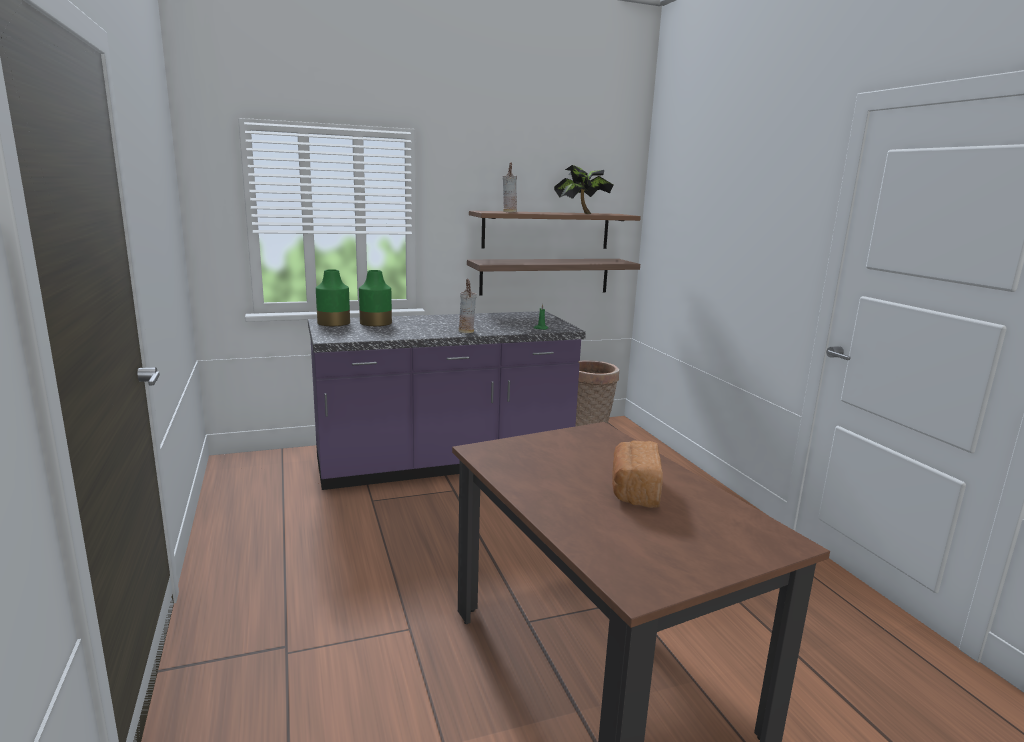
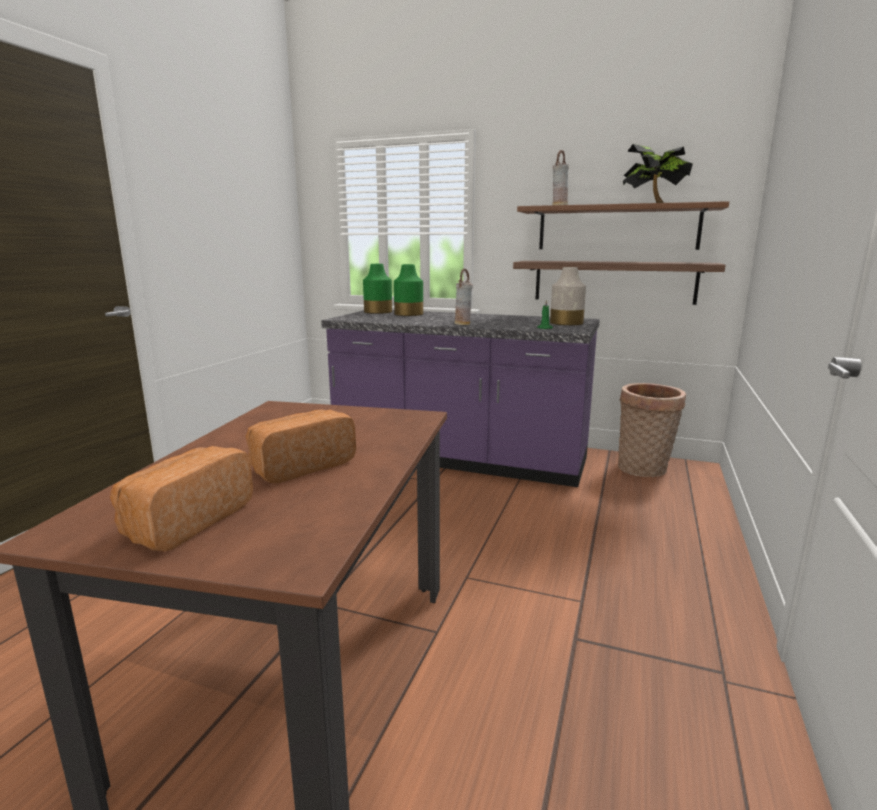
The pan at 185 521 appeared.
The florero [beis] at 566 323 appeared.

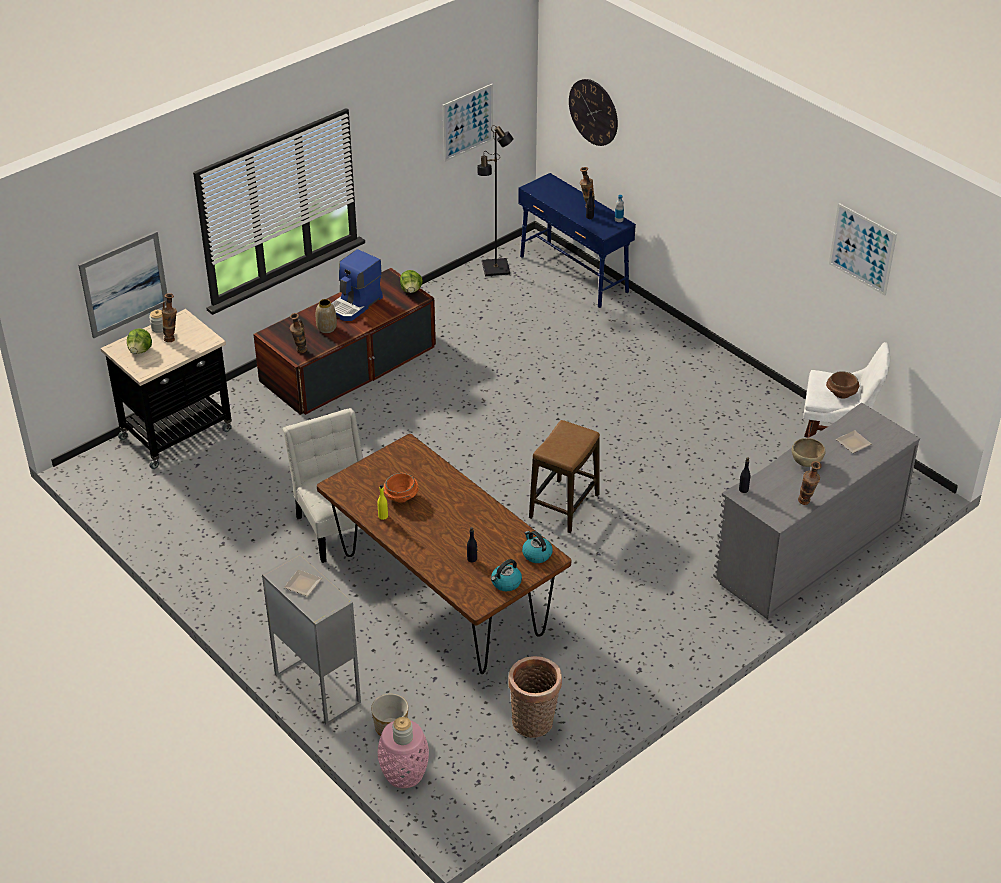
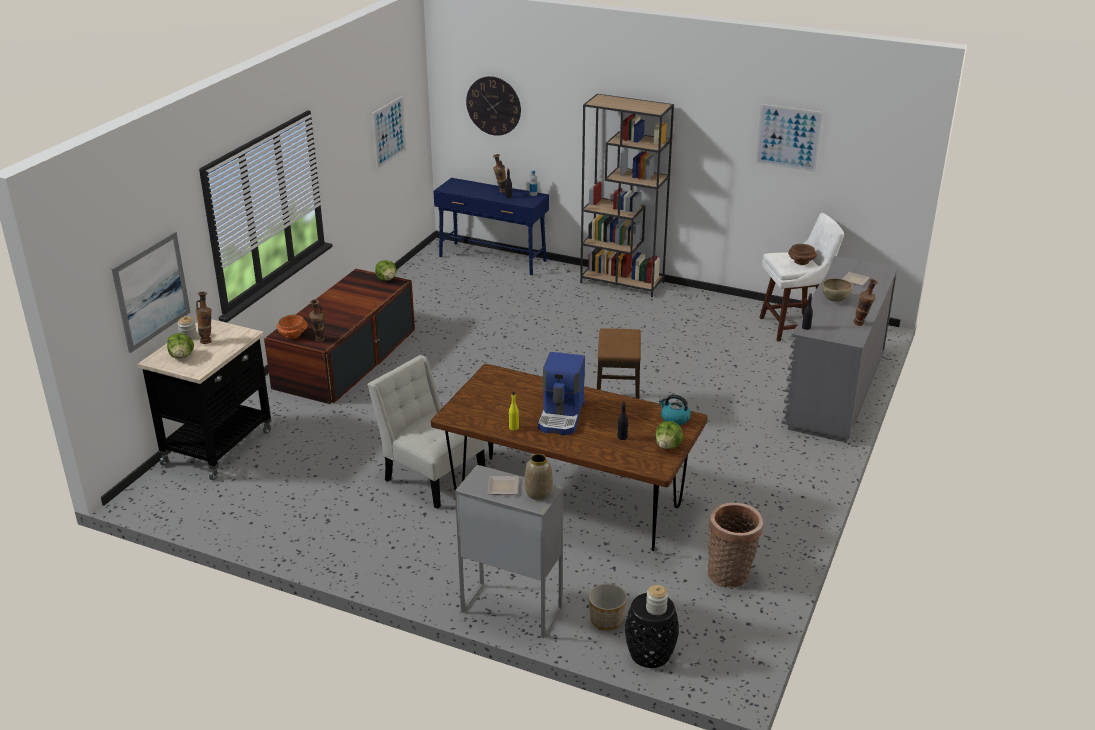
The florero moved from 326 328 to 538 494.
The cafetera moved from 355 305 to 562 416.
The taburete [rosa] at 404 773 became the taburete [negro] at 650 654.
The cuenco [naranja] moved from 401 497 to 293 335.
The lámpara de pie [negro] at 495 268 disappeared.
The hervidor at 506 583 was replaced by the lechuga at 668 446.
The estantería at 622 282 appeared.

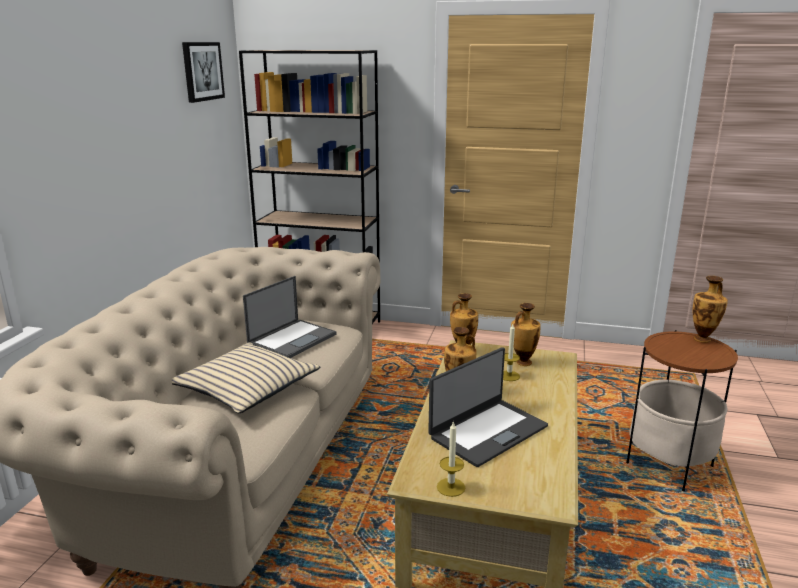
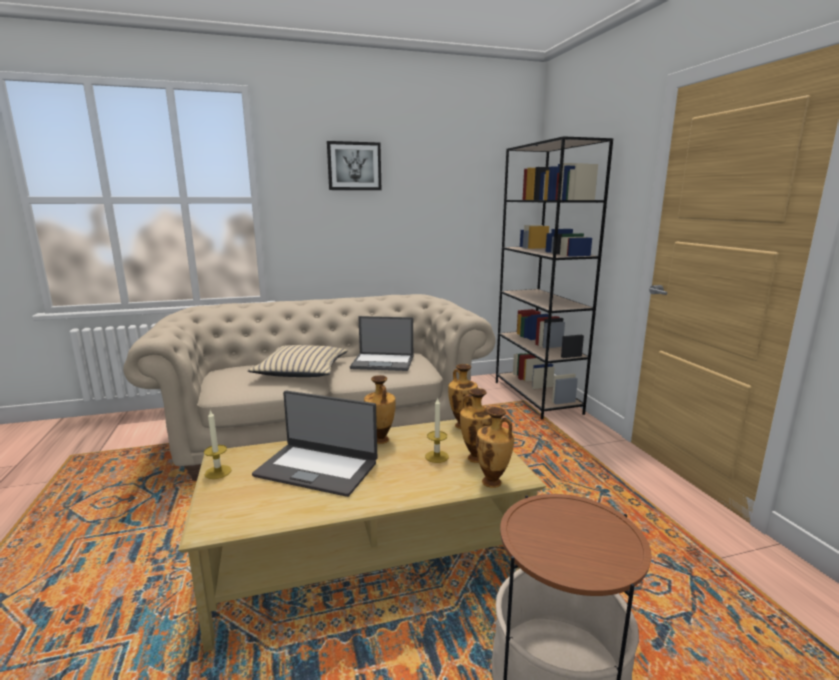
The cuadro moved from 202 71 to 354 166.
The florero moved from 703 339 to 493 483.

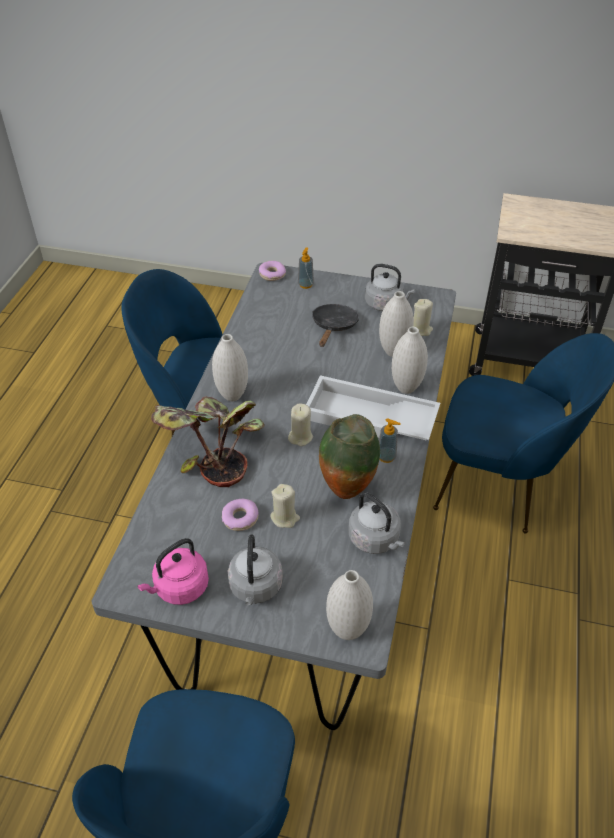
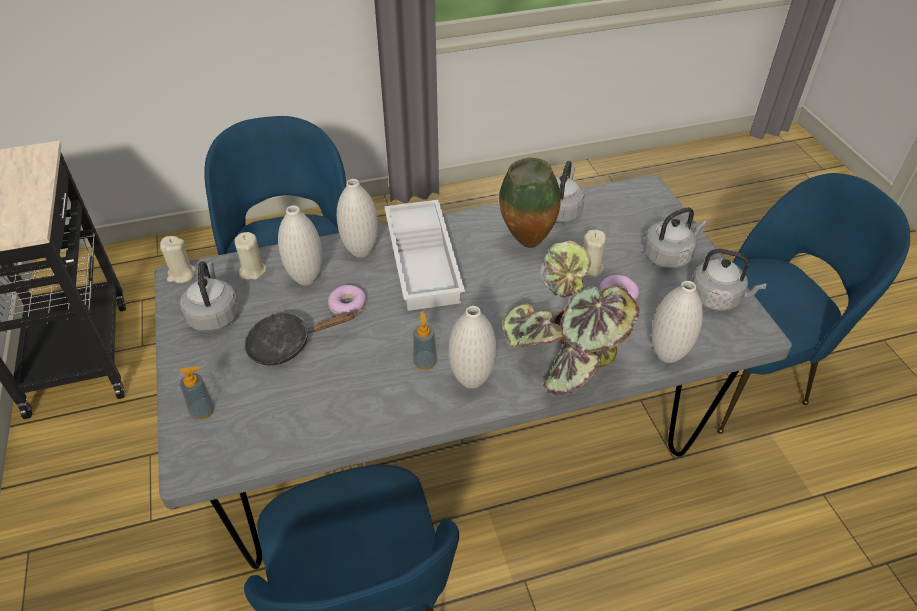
The hervidor [rosa] at 179 588 became the hervidor [gris] at 717 298.
The rosquilla moved from 272 275 to 348 305.
The vela [beis] moved from 300 437 to 181 274.
The florero [blanco] moved from 347 630 to 667 355.
The dispensador de jabón moved from 386 456 to 425 362.

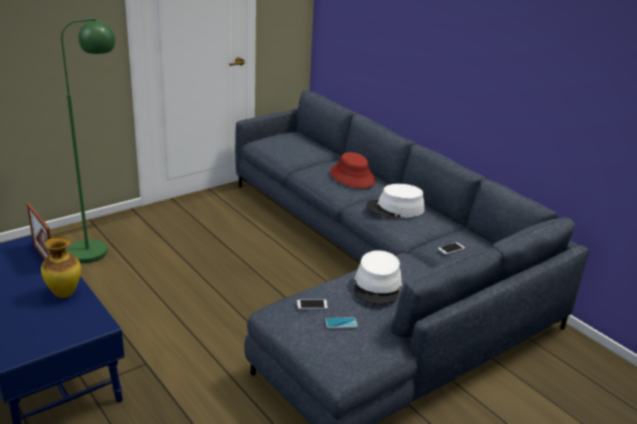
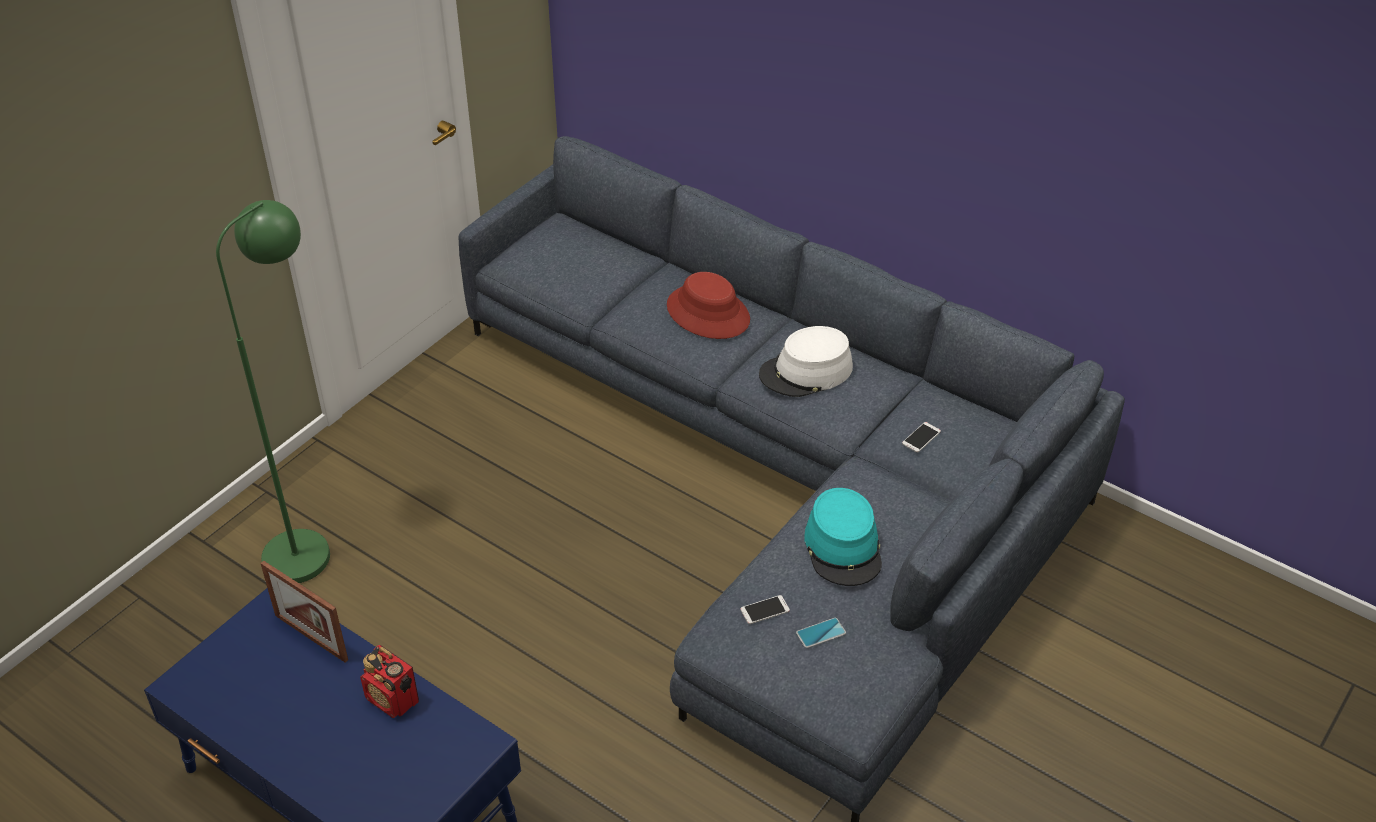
The florero at 65 294 was replaced by the radio at 393 700.
The sombrero [blanco] at 377 286 became the sombrero [turquesa] at 843 547.

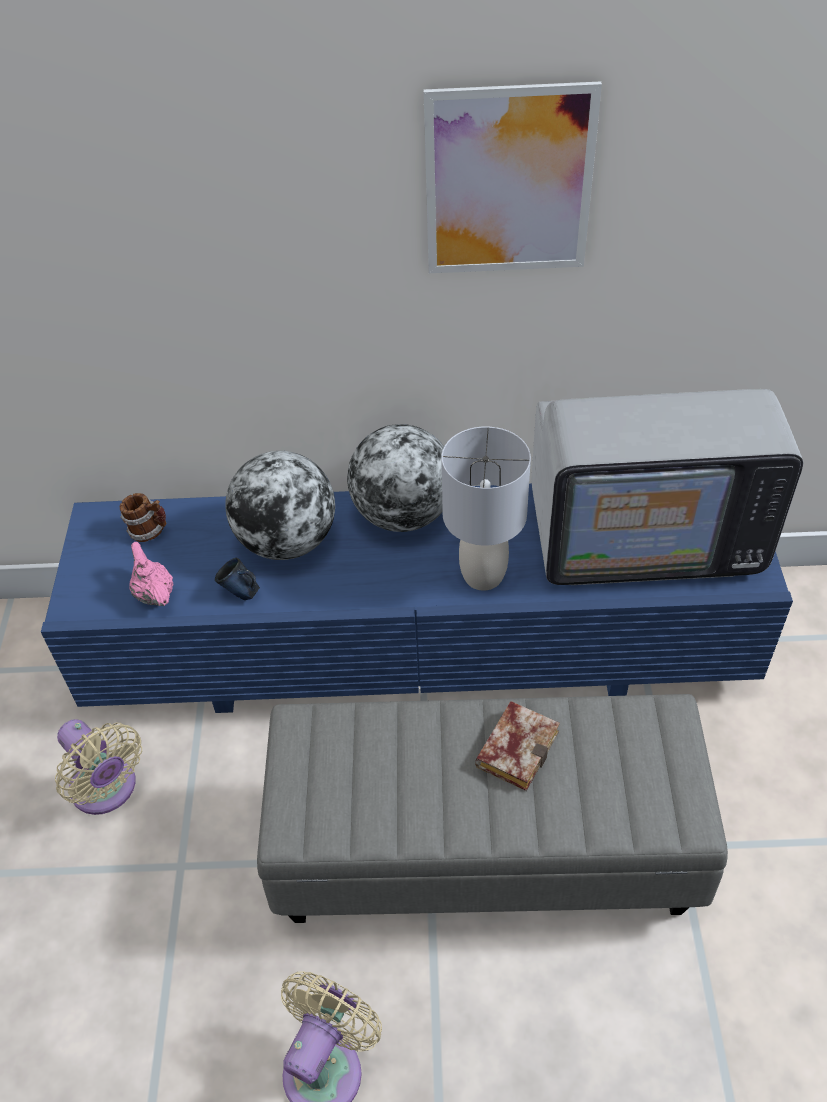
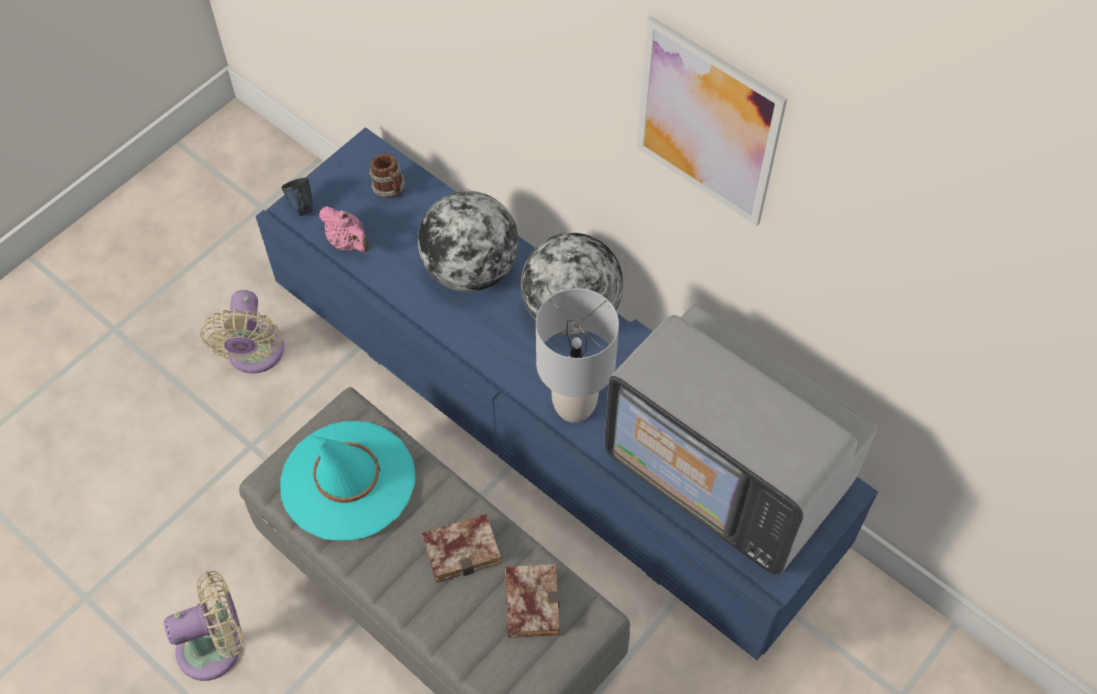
The tetera [rosa] at 154 594 turned 120 degrees clockwise.
The taza grande [azul] moved from 241 594 to 302 207.
The sombrero [turquesa] at 348 480 appeared.
The libro at 529 601 appeared.

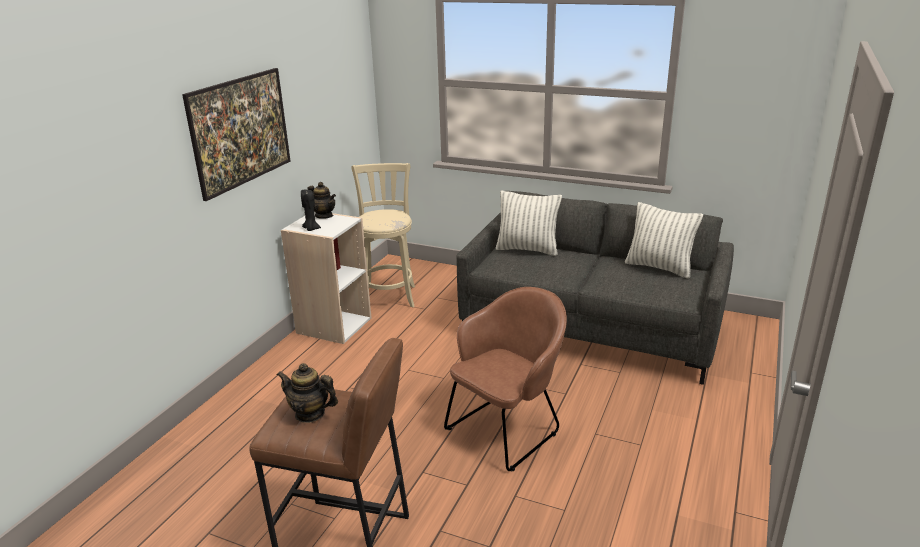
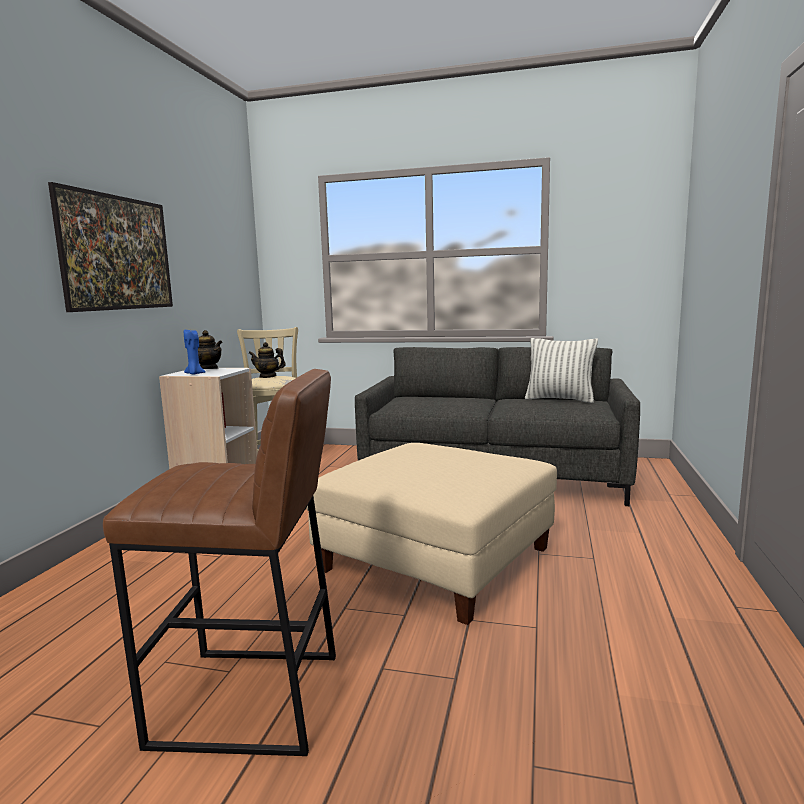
The tetera moved from 310 413 to 268 376.
The vela [negro] at 311 229 became the vela [azul] at 194 374.
The sillón [marrón] at 507 429 was replaced by the puf [beis] at 437 558.
The cojín at 527 249 disappeared.

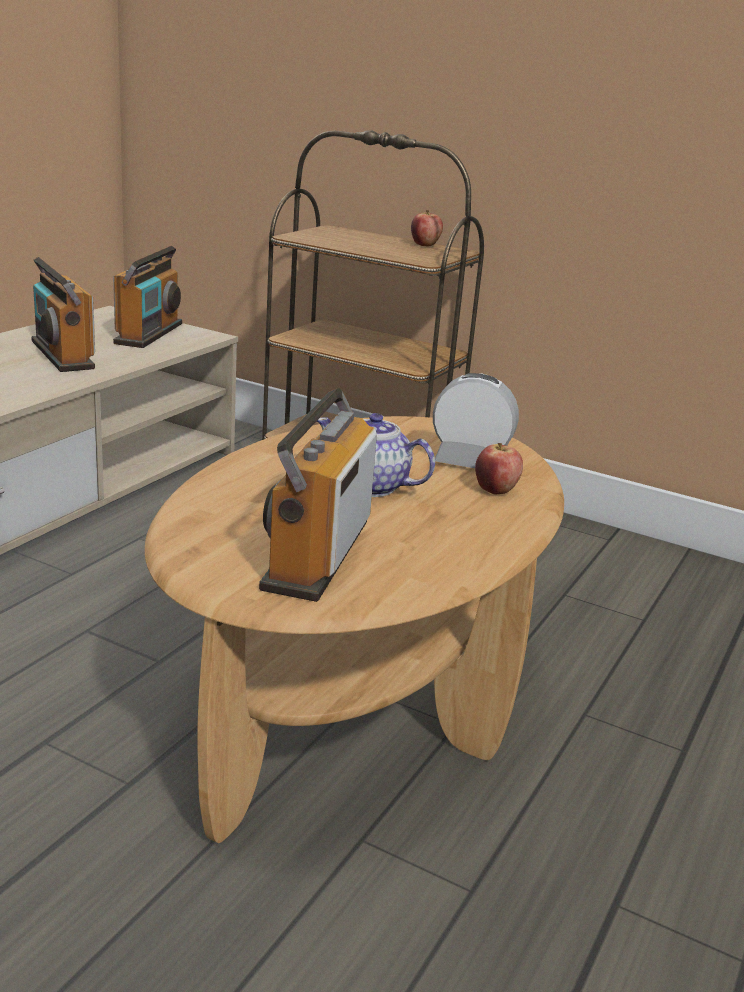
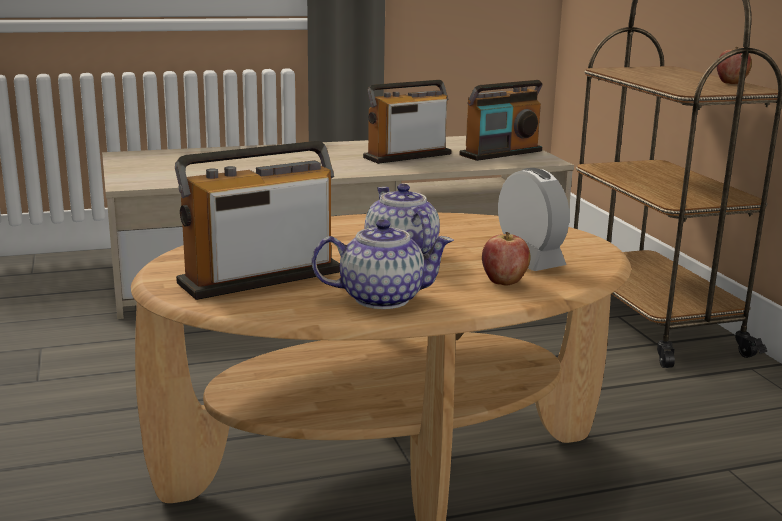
The radio at 62 355 turned 45 degrees clockwise.
The tetera at 380 298 appeared.

